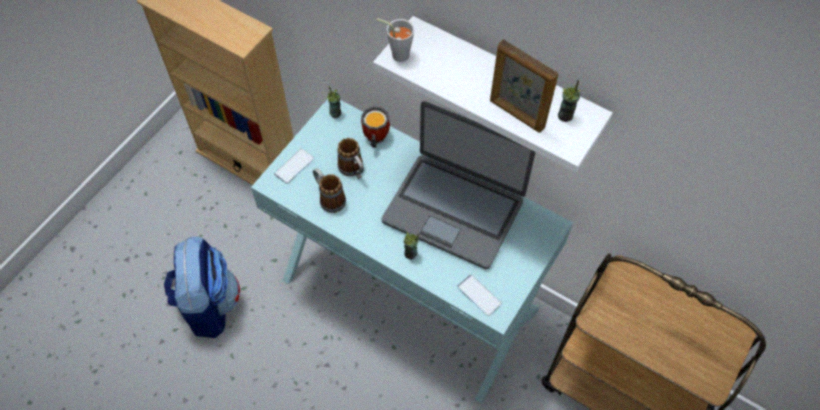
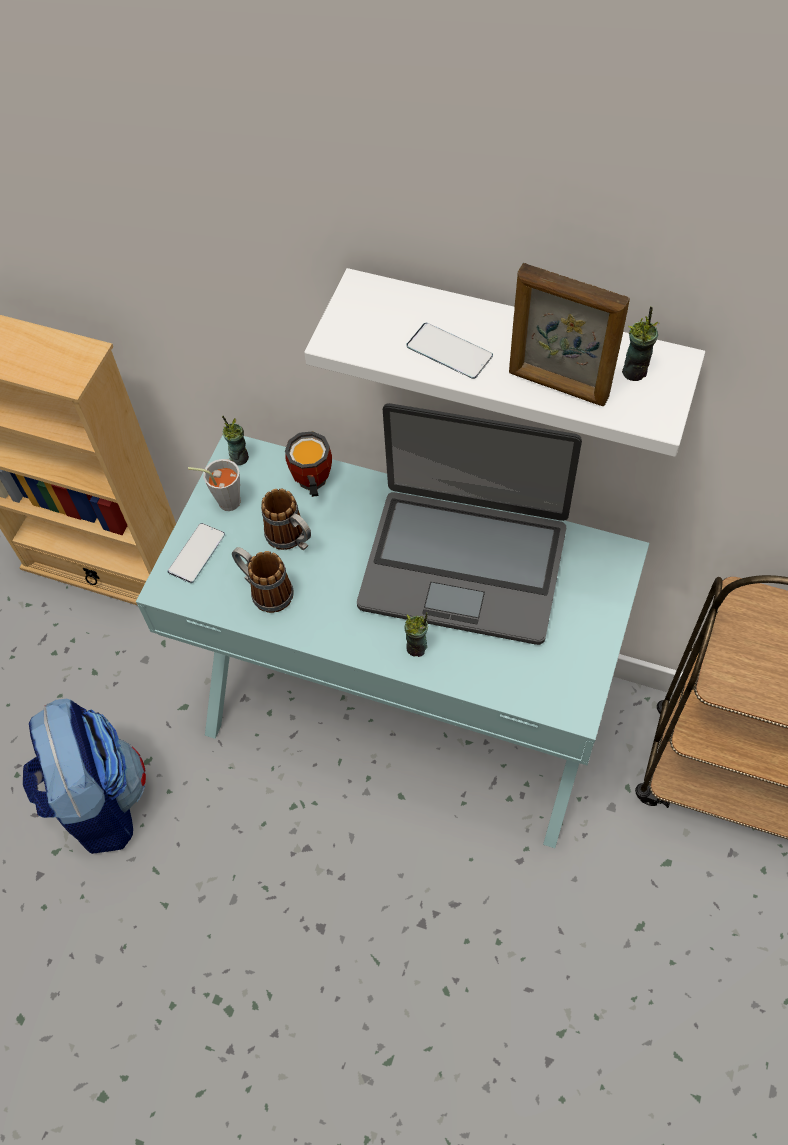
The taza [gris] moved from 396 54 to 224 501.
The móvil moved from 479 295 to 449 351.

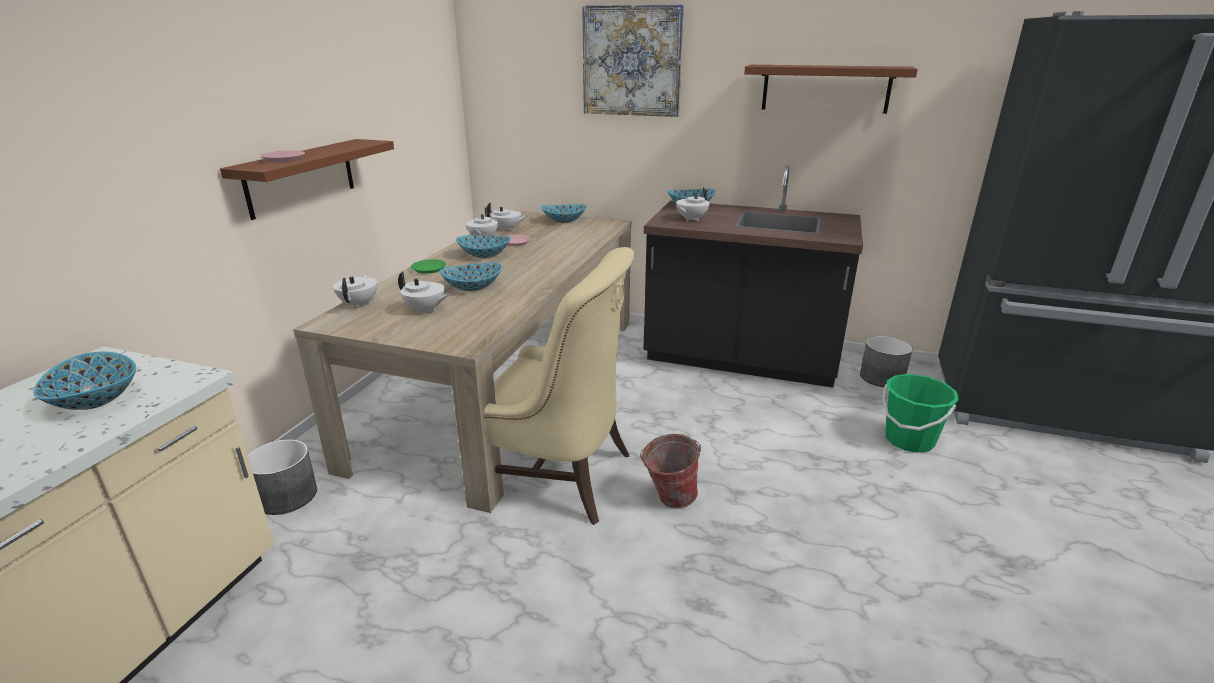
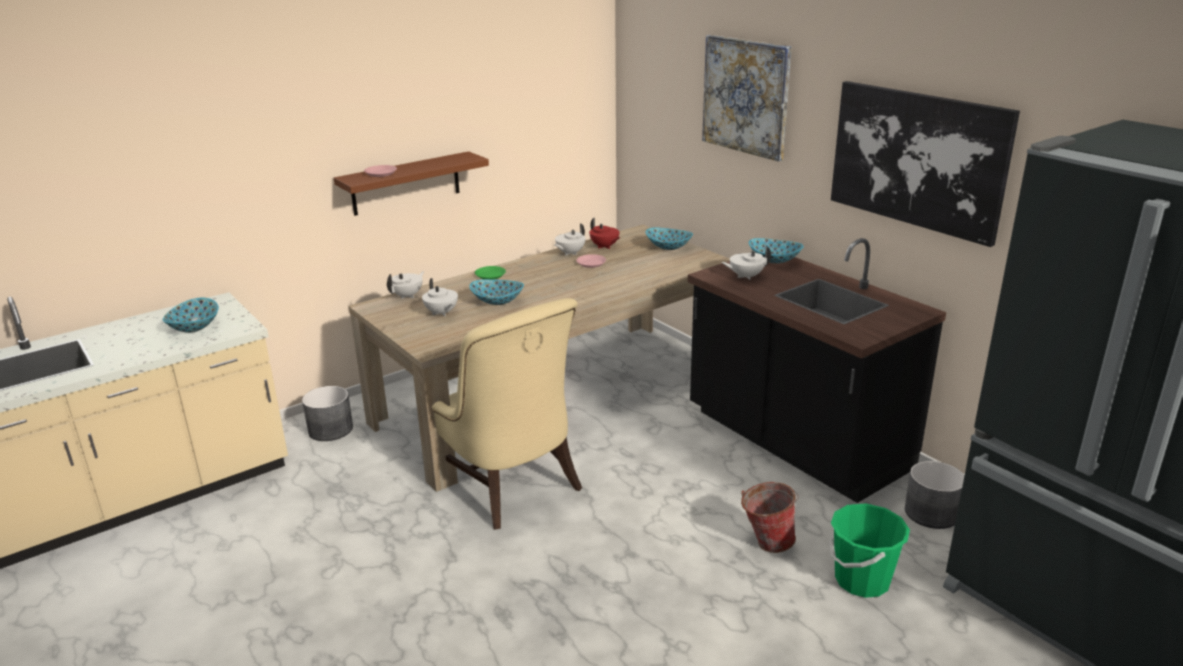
The cuenco at 485 255 disappeared.
The tetera [blanco] at 507 229 became the tetera [rojo] at 604 247.
The cubo moved from 668 499 to 766 542.
The estante [marrón] at 825 88 was replaced by the cuadro at 917 159.

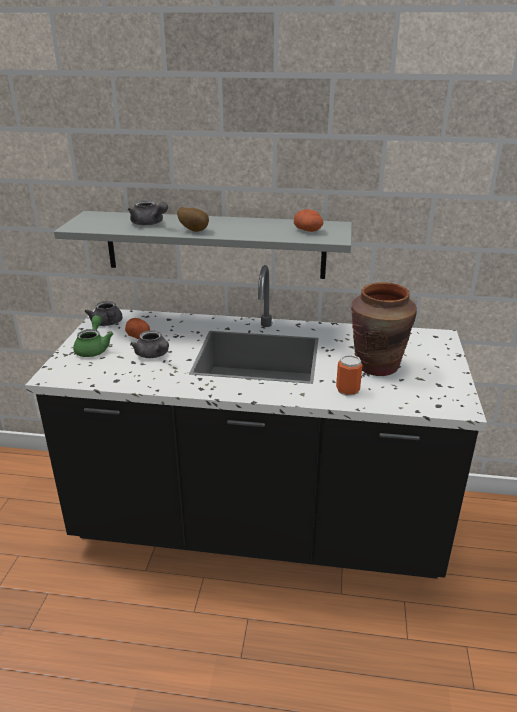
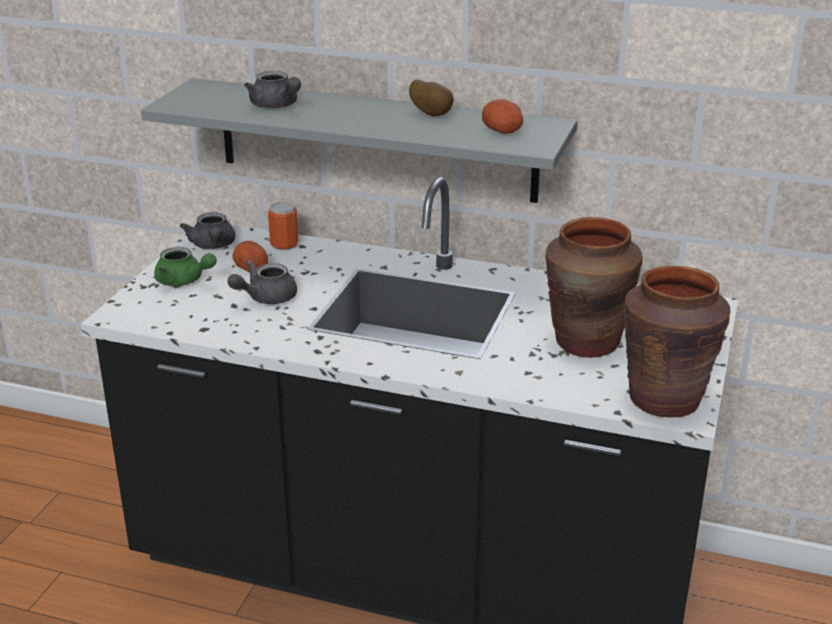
The tetera [verde] at 93 348 turned 105 degrees clockwise.
The tetera [gris] at 153 355 turned 75 degrees clockwise.
The patata moved from 194 230 to 432 114.
The lata moved from 347 390 to 284 245.
The florero [marrón] at 664 400 appeared.

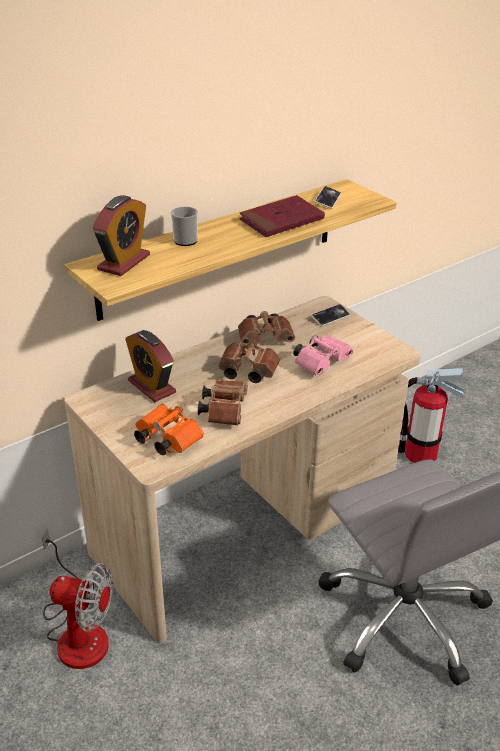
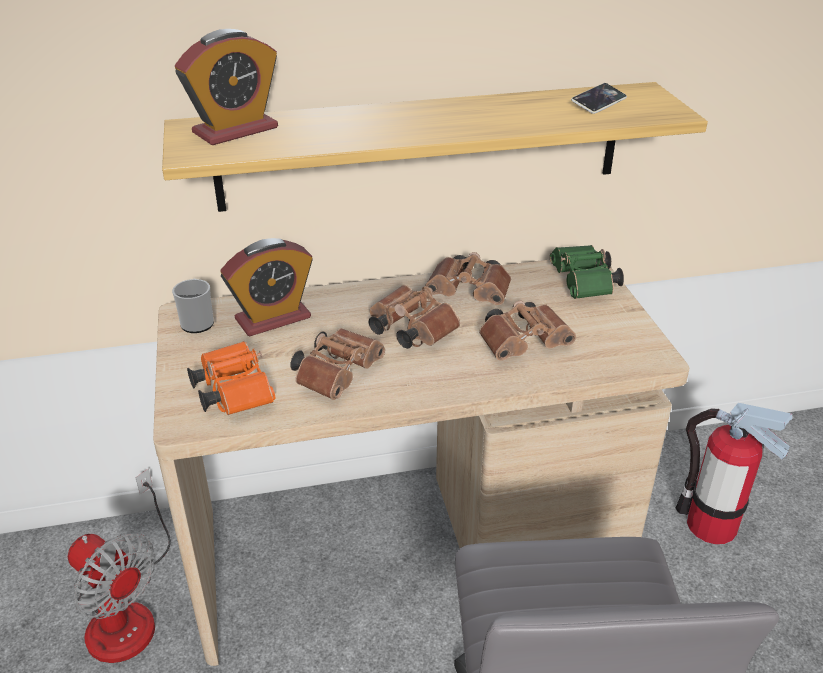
The despertador at 151 387 turned 105 degrees counterclockwise.
The taza grande moved from 184 239 to 197 321.
The libro [rojo] at 281 220 disappeared.
The prismáticos [rosa] at 322 362 became the prismáticos [marrón] at 526 344.
The móvil at 330 317 was replaced by the prismáticos [verde] at 584 285.

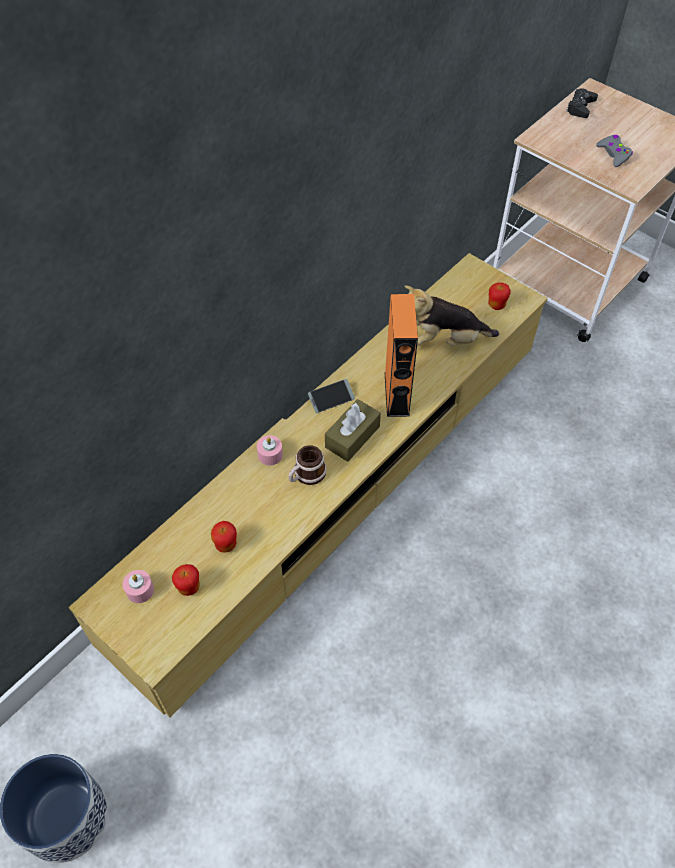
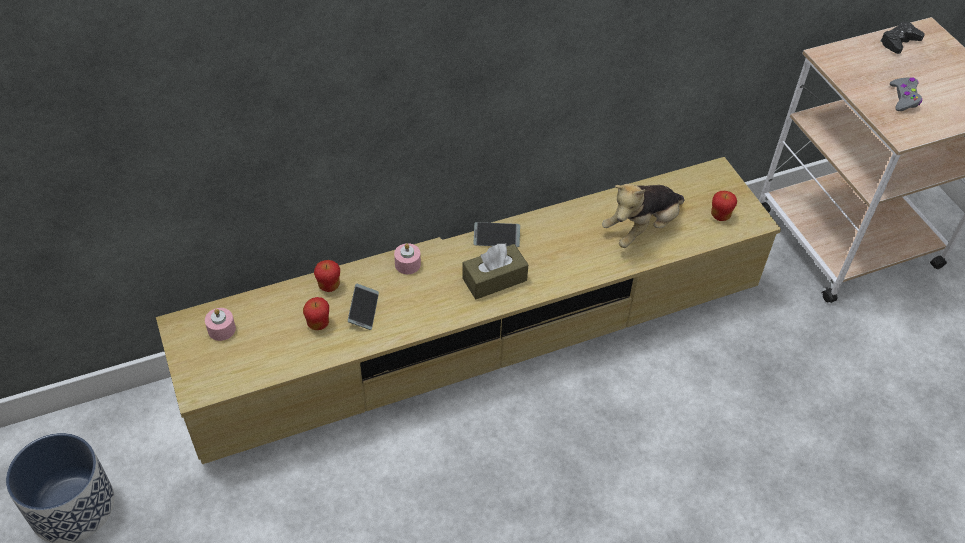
The manzana moved from 189 587 to 329 286.
The taza grande at 306 475 disappeared.
The altavoz [naranja] at 396 394 disappeared.
The peluche at 443 341 turned 60 degrees counterclockwise.
The móvil at 363 310 appeared.

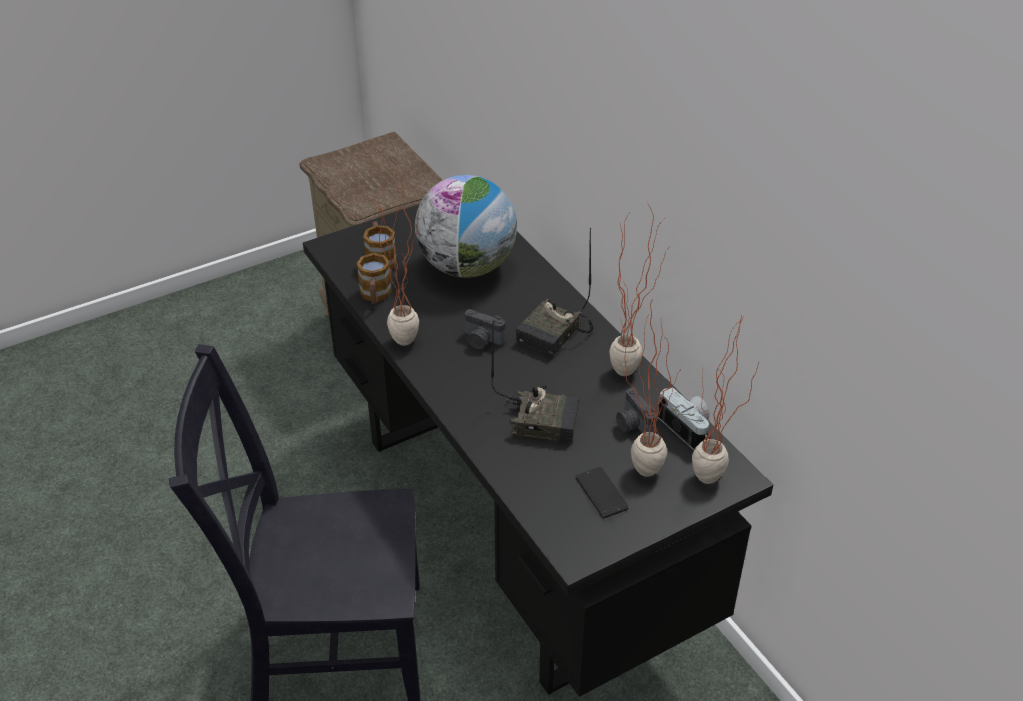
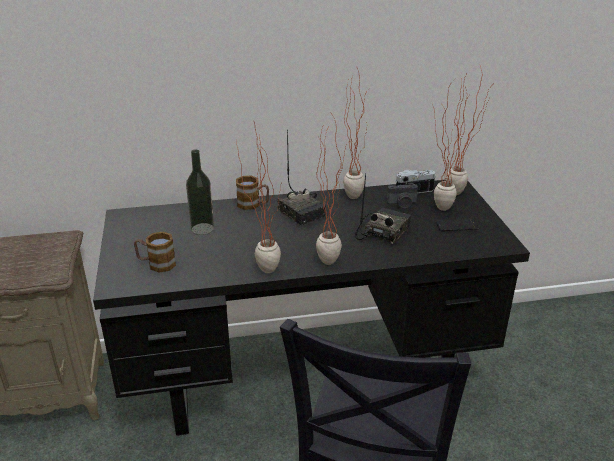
The taza grande moved from 375 296 to 253 204.
The globo terráqueo at 467 267 was replaced by the botella at 202 229.
The cámara at 482 341 disappeared.
The planta en maceta at 331 257 appeared.

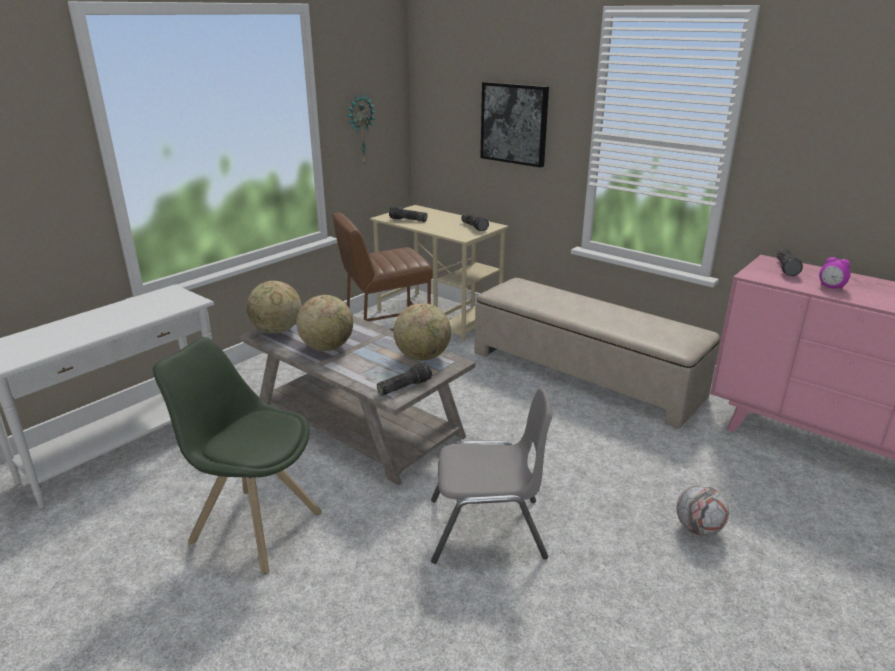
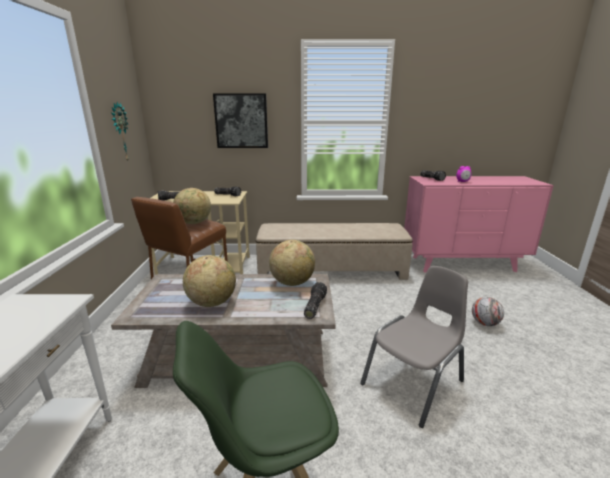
The globo terráqueo moved from 277 331 to 194 223.

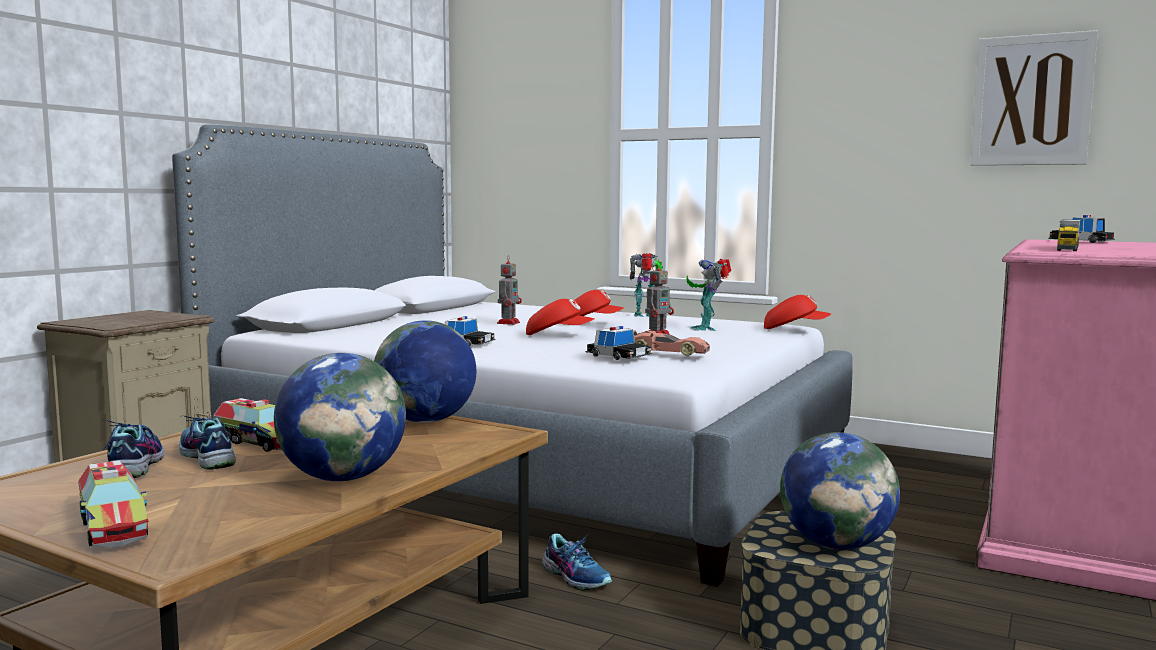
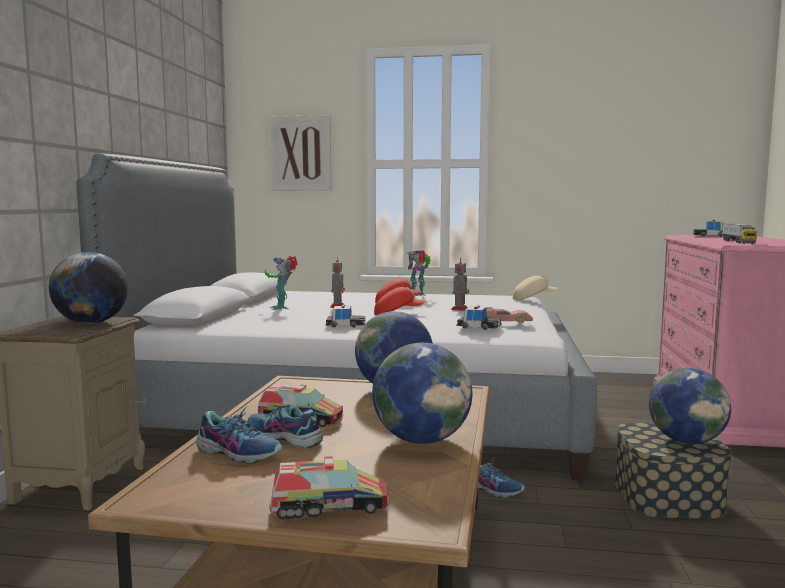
The camión de juguete at 113 526 turned 45 degrees counterclockwise.
The zapato at 133 464 turned 150 degrees clockwise.
The robot de juguete moved from 706 328 to 281 307.
The gorra [rojo] at 795 329 became the gorra [beis] at 533 299.
The cuadro moved from 1031 100 to 301 153.
The globo terráqueo at 92 323 appeared.

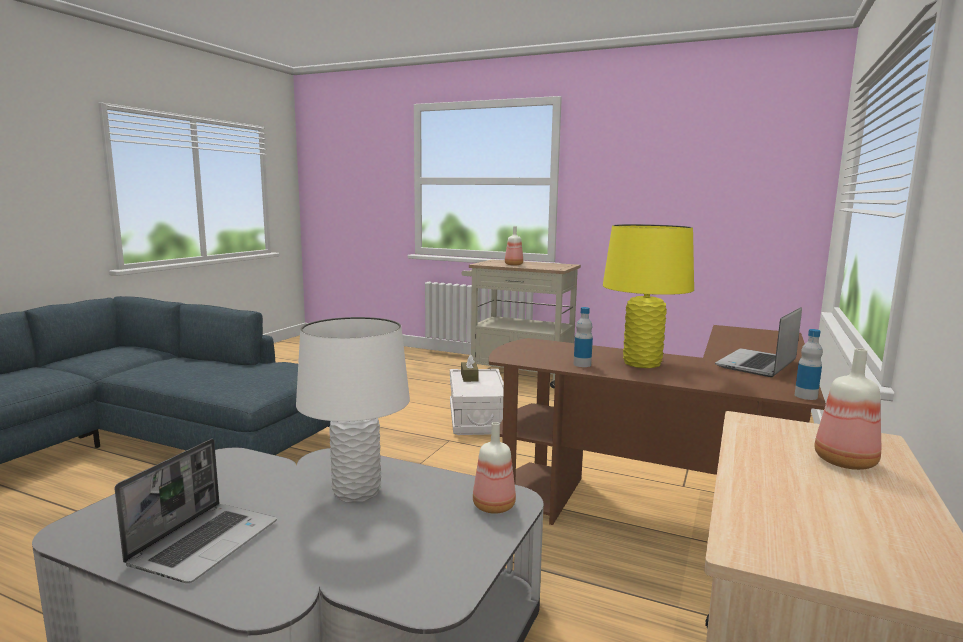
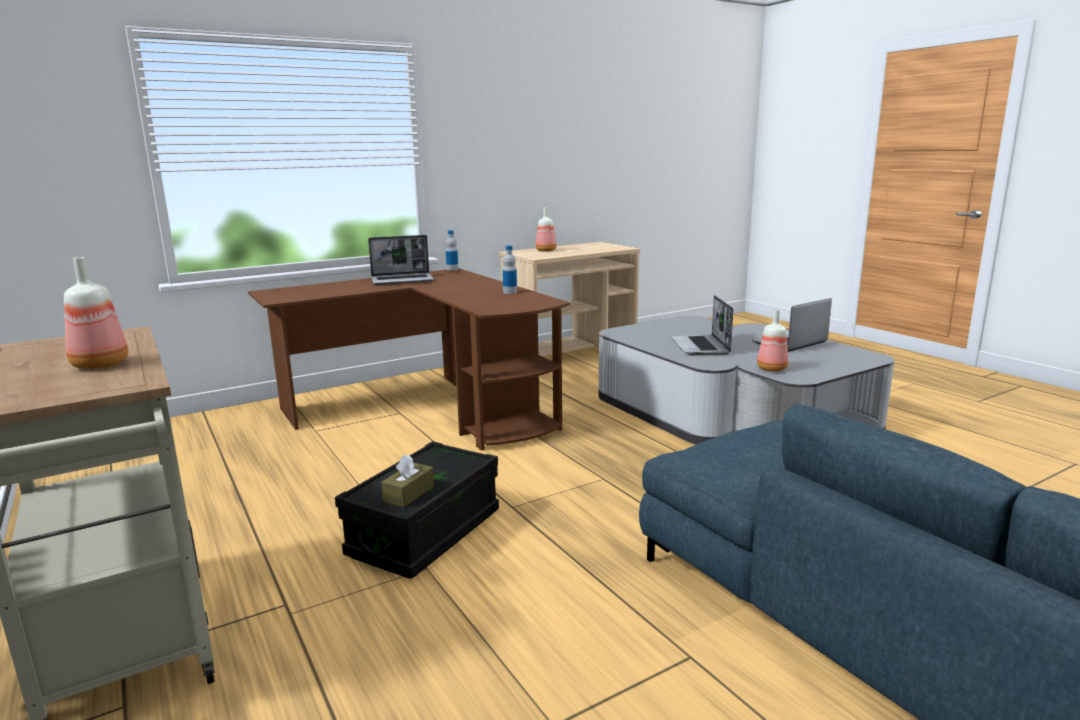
The lámpara de mesa [blanco] at 357 492 was replaced by the portátil at 701 346.
The caja de almacenaje [blanco] at 476 418 became the caja de almacenaje [negro] at 425 533.
The botella moved from 495 507 to 771 368.
The lámpara de mesa [amarillo] at 642 363 disappeared.

